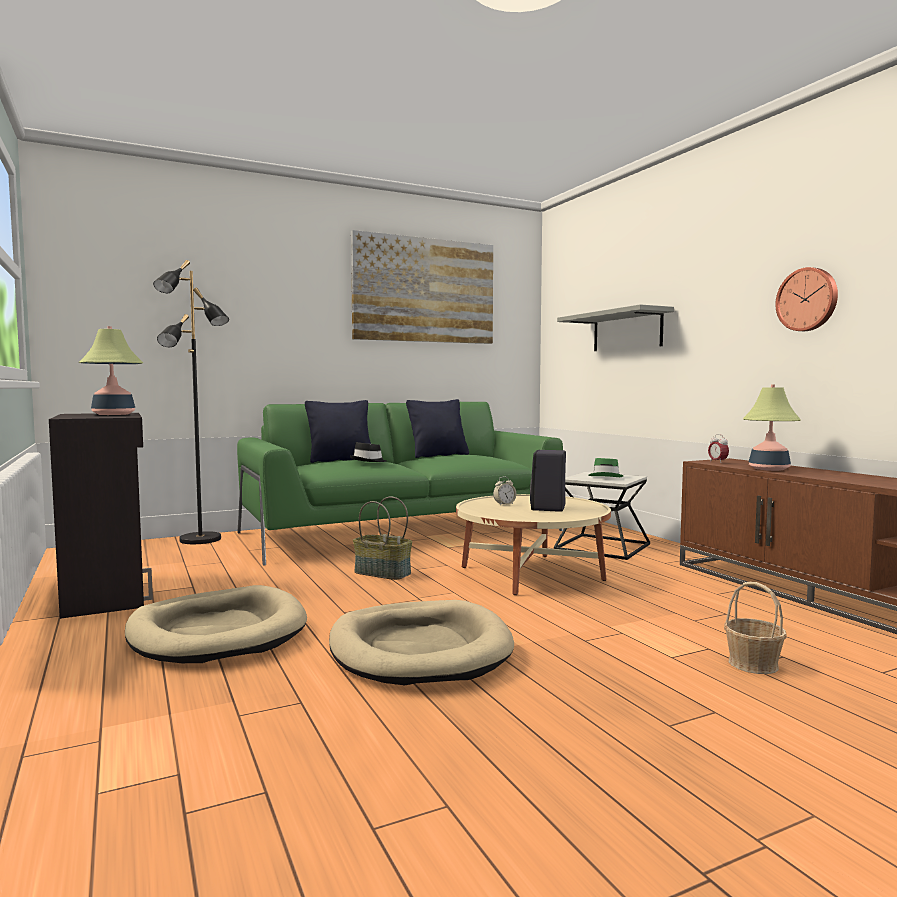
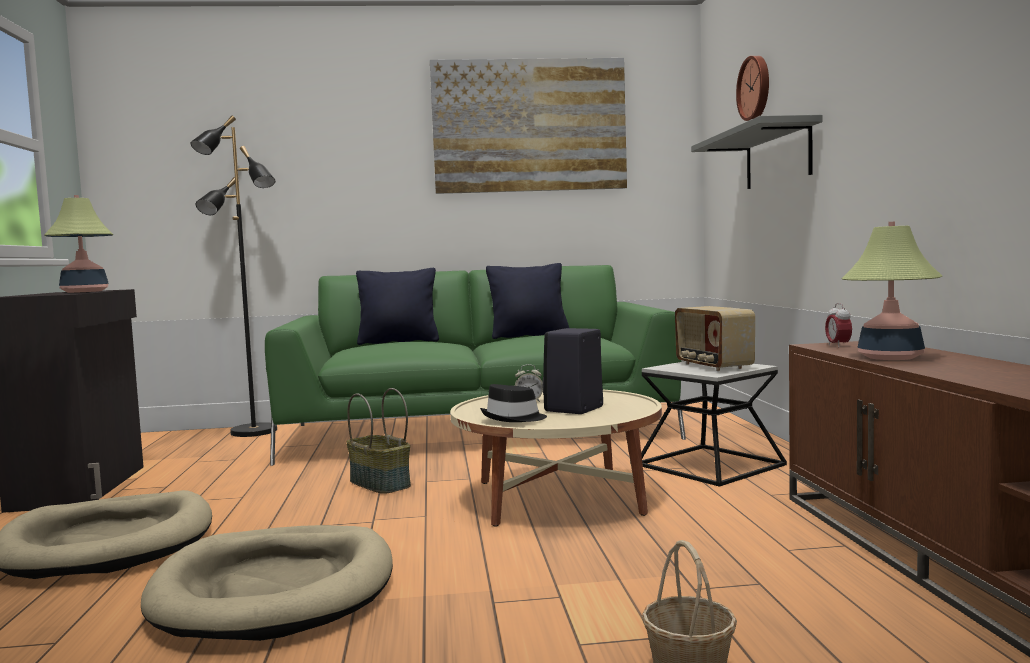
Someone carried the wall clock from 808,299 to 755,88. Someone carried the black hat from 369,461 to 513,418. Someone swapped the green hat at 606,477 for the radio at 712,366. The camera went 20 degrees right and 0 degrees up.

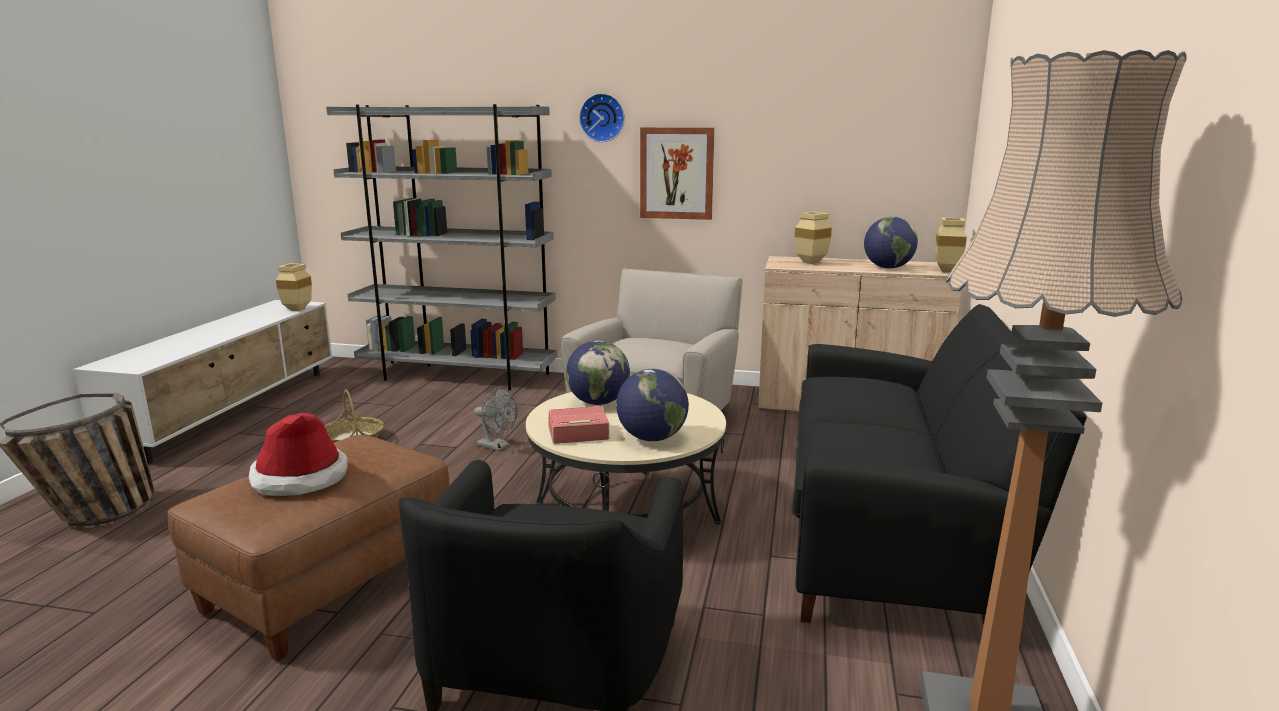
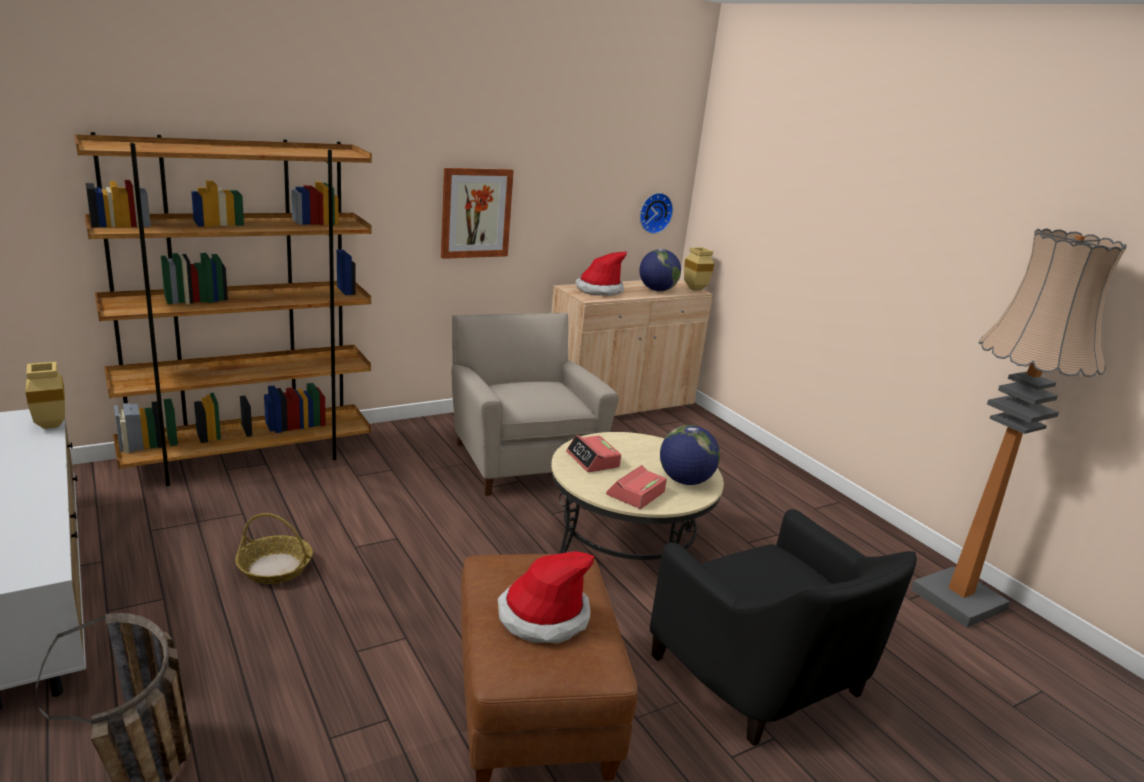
Someone carried the wall clock from 602,117 to 654,212. Someone repainted the grey bookcase at 458,376, which became the brown bookcase at 249,457. Someone swapped the beige vase at 811,262 for the hat at 599,290. Someone took away the black sofa at 892,538. Someone swapped the globe at 598,402 for the alarm clock at 593,460. Someone took away the grey fan at 497,446. The camera went 45 degrees left and 5 degrees up.

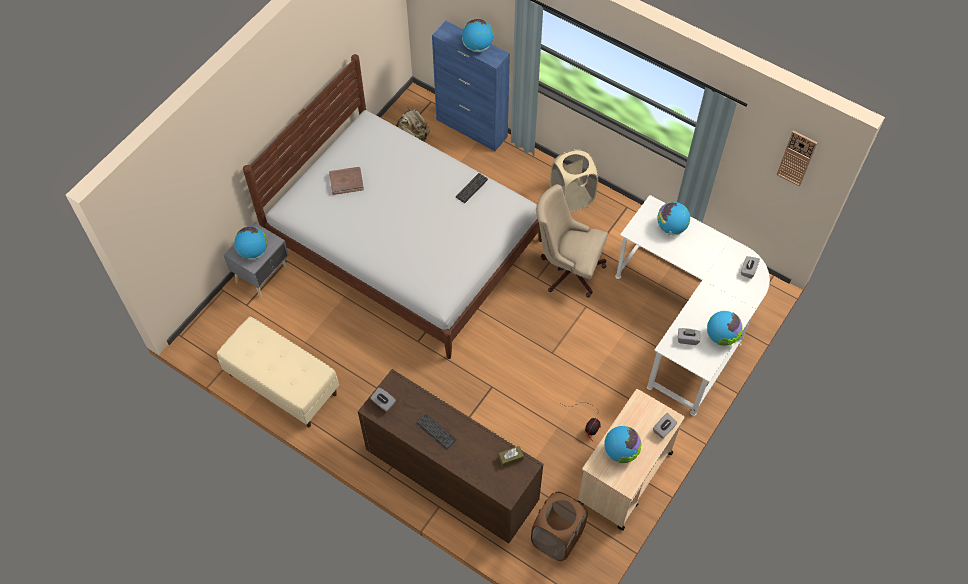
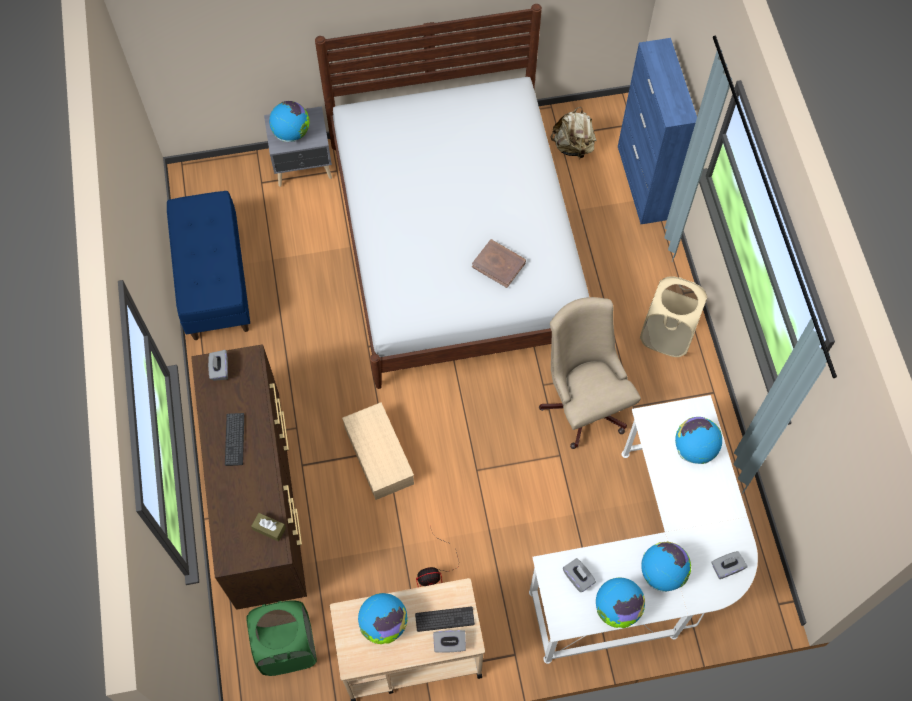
Someone carried the globe from 477,46 to 662,573. Someone took away the wall clock at 796,158. Someone carried the brown book from 346,181 to 499,264. Someone carried the keyboard from 471,188 to 444,619. Someone repainted the beige bench at 282,384, which became the blue bench at 214,280. Someone repainted the brown laundry basket at 557,537, which became the green laundry basket at 287,647. Someone put down the beige storage box at 377,455. The camera went 45 degrees right and 5 degrees up.

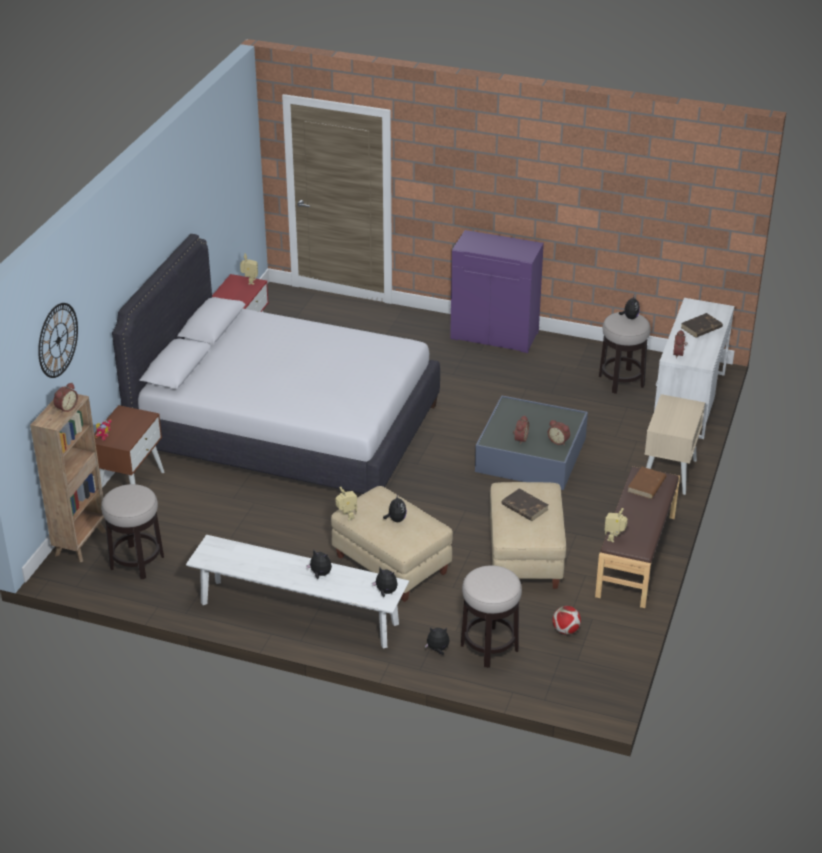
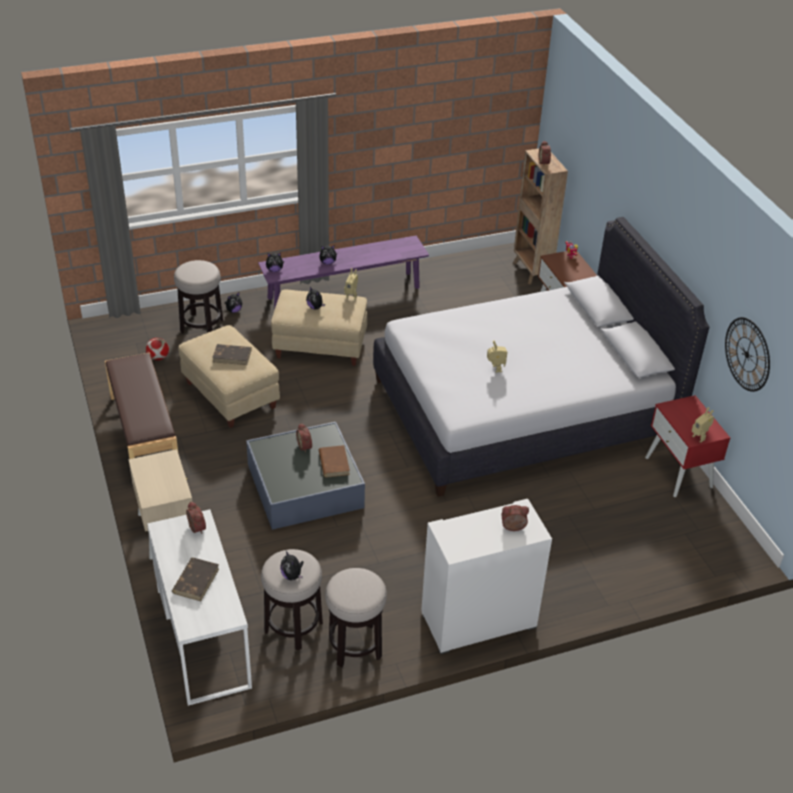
Someone repainted the purple cabinet at 495,335, which became the white cabinet at 478,621. Someone carried the wall clock from 58,340 to 747,354. Someone carried the alarm clock from 559,441 to 513,528. Someone carried the brown book from 646,485 to 334,463. Someone carried the stool from 137,562 to 355,645. Someone carried the toy robot from 614,538 to 495,369. Someone repainted the white bench at 299,613, which became the purple bench at 344,293. The camera went 140 degrees right and 5 degrees up.

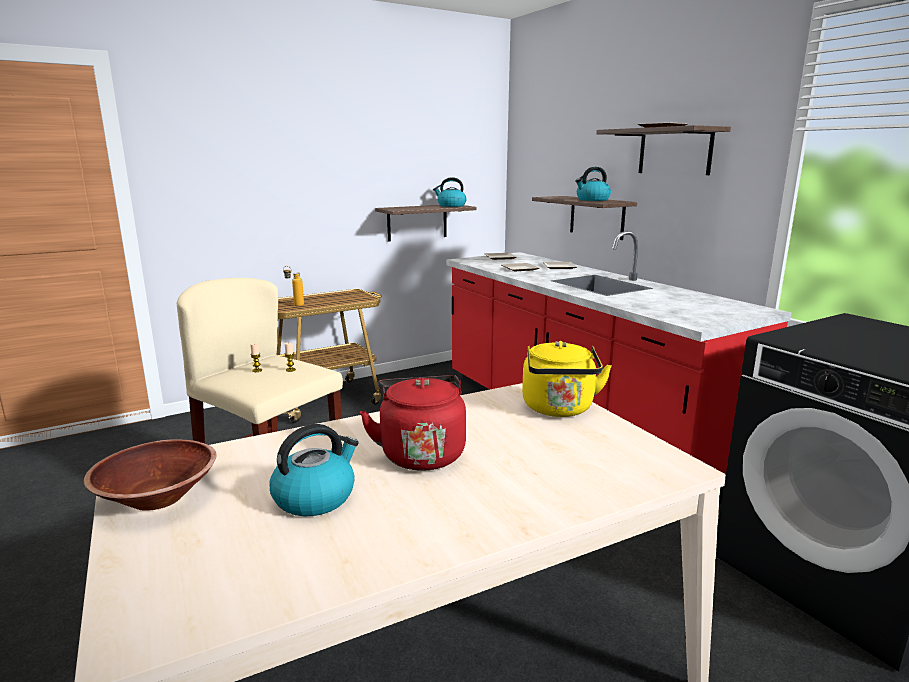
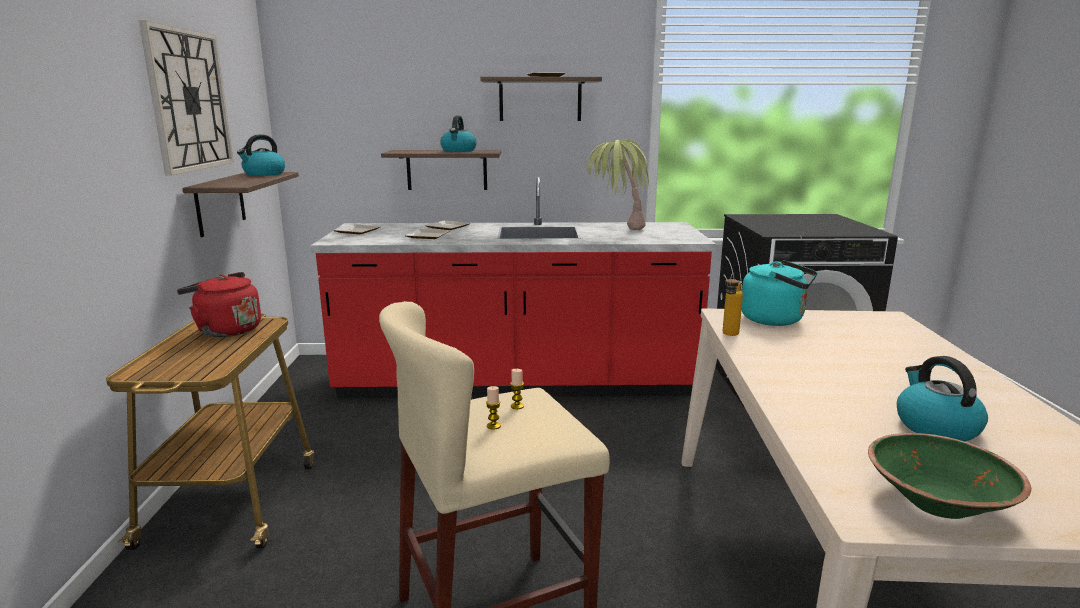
Someone carried the bottle from 295,305 to 728,335. Someone repainted the yellow kettle at 559,409, which became the turquoise kettle at 776,320. Someone carried the red kettle from 421,453 to 226,330. Someone repainted the brown bowl at 157,498, which became the green bowl at 938,503. Someone put up the wall clock at 189,100. Someone put down the potted plant at 616,231. The camera went 60 degrees left and 0 degrees up.

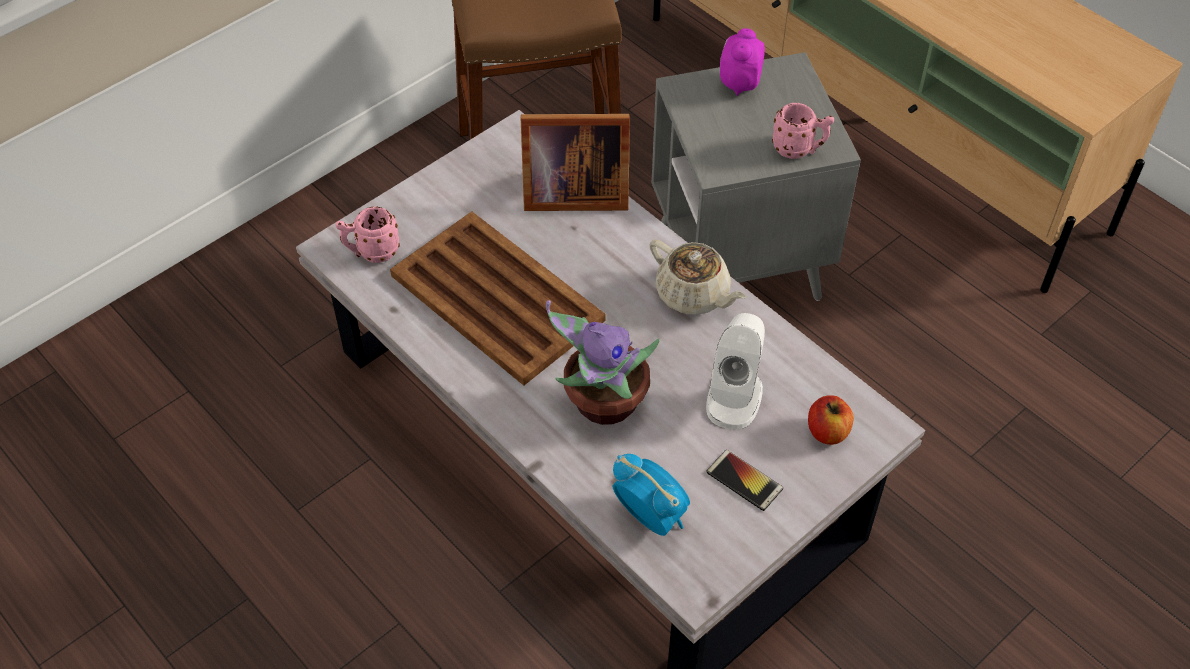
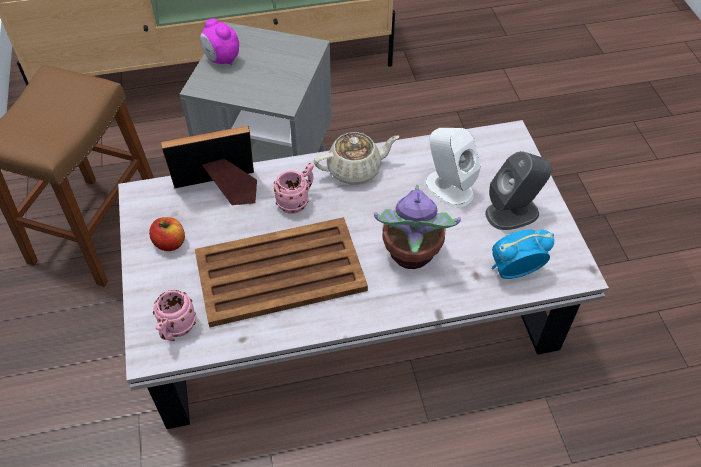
Someone carried the pink mug from 799,150 to 297,201. Someone rotated the picture frame at 571,192 by 135 degrees counterclockwise. Someone carried the apple from 827,432 to 170,243. Someone swapped the phone at 744,480 for the grey speaker at 513,213. The camera went 60 degrees left and 0 degrees up.

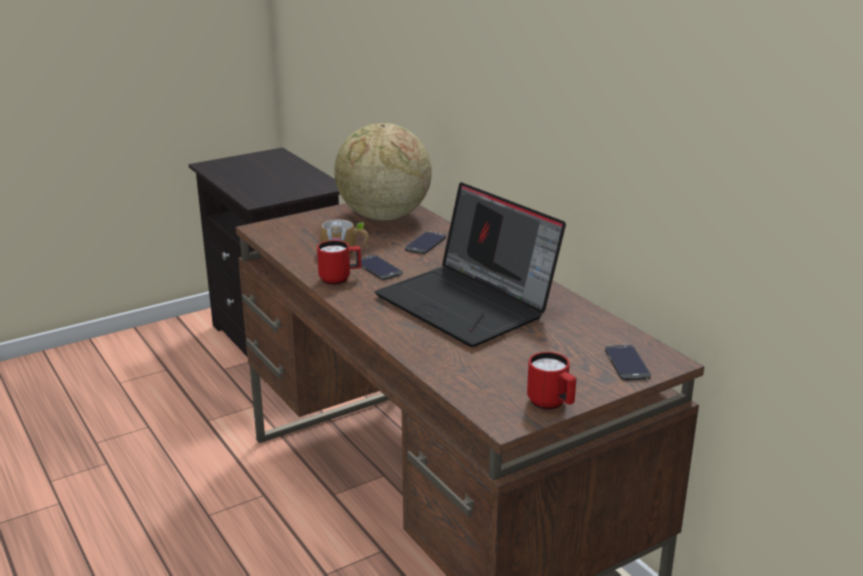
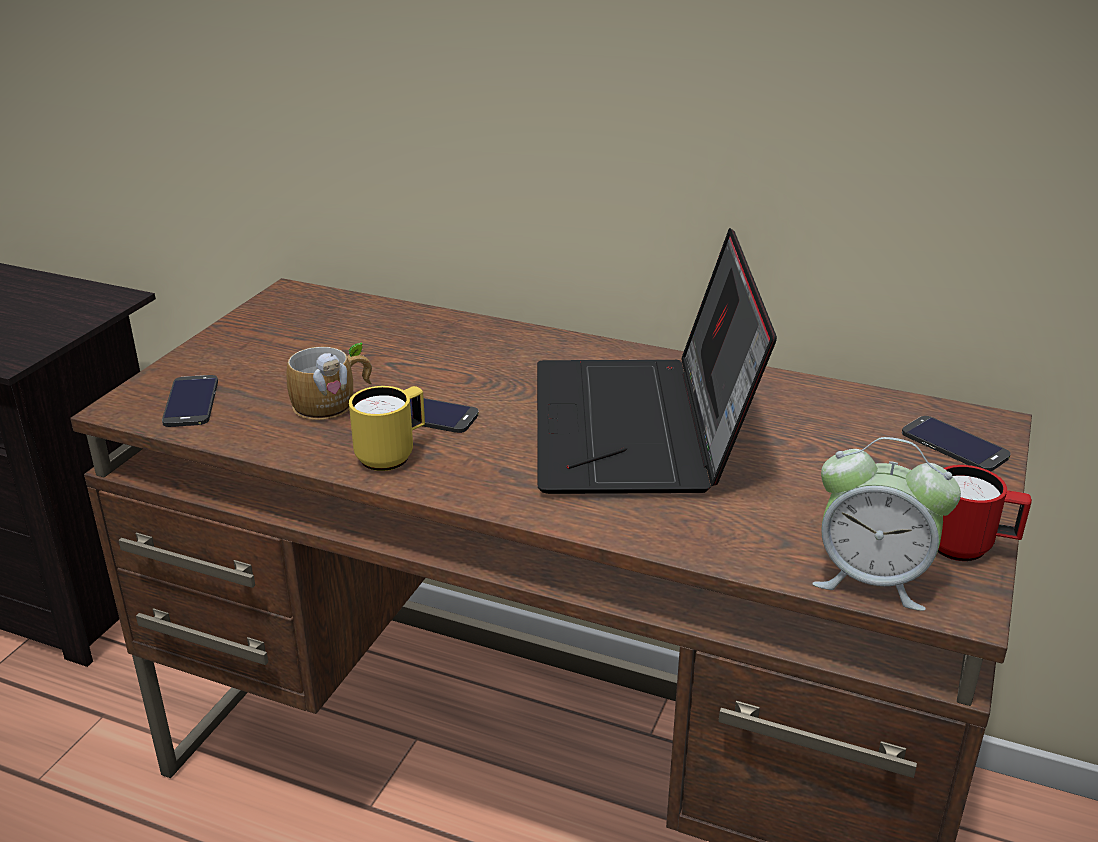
Someone took away the globe at 383,217. Someone rotated the laptop at 469,304 by 75 degrees clockwise. Someone carried the phone from 425,243 to 191,402. Someone repainted the red mug at 340,279, which became the yellow mug at 392,455. Someone put down the alarm clock at 872,580. The camera went 35 degrees left and 5 degrees up.

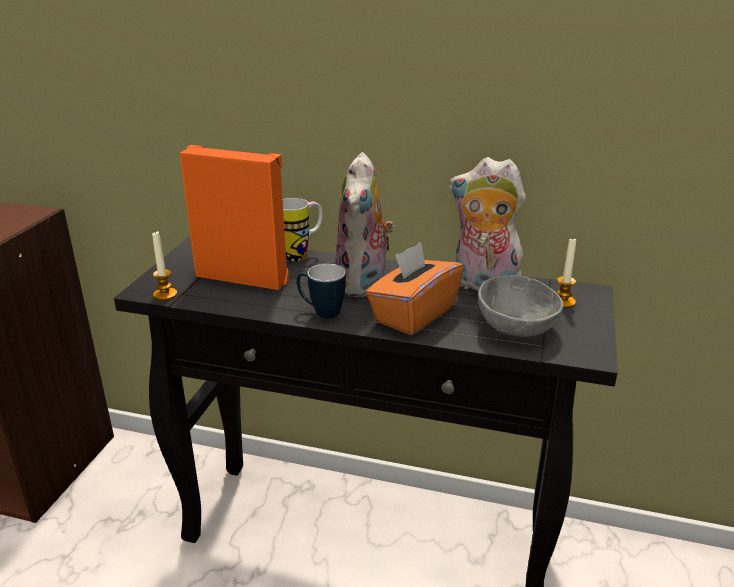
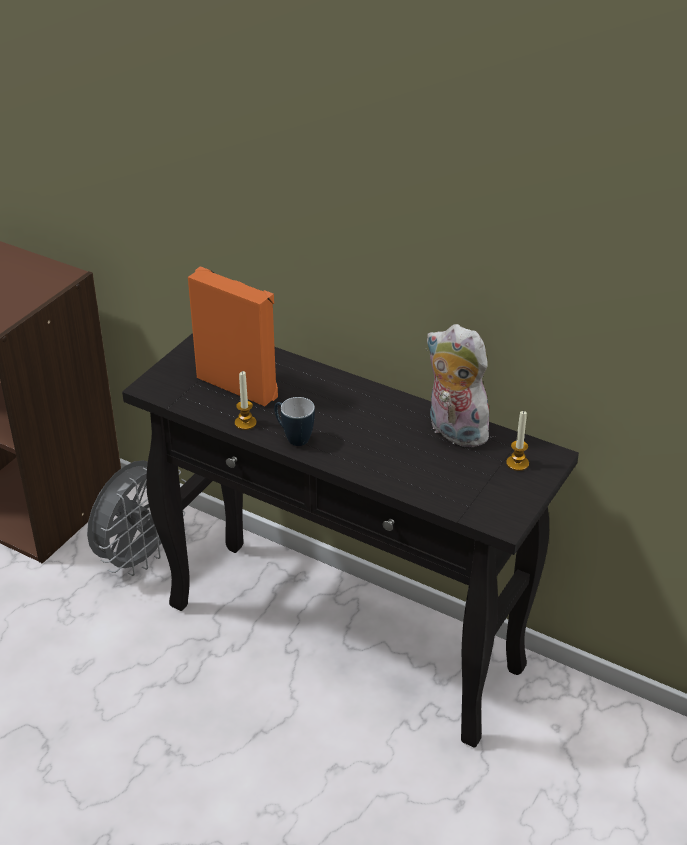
Someone took away the plush toy at 363,284. Someone took away the mug at 302,255. Someone carried the candle from 165,294 to 245,423. Someone took away the orange tissue box at 413,314. Someone took away the grey bowl at 518,327. Someone put down the grey fan at 140,557. The camera went 15 degrees right and 10 degrees up.

